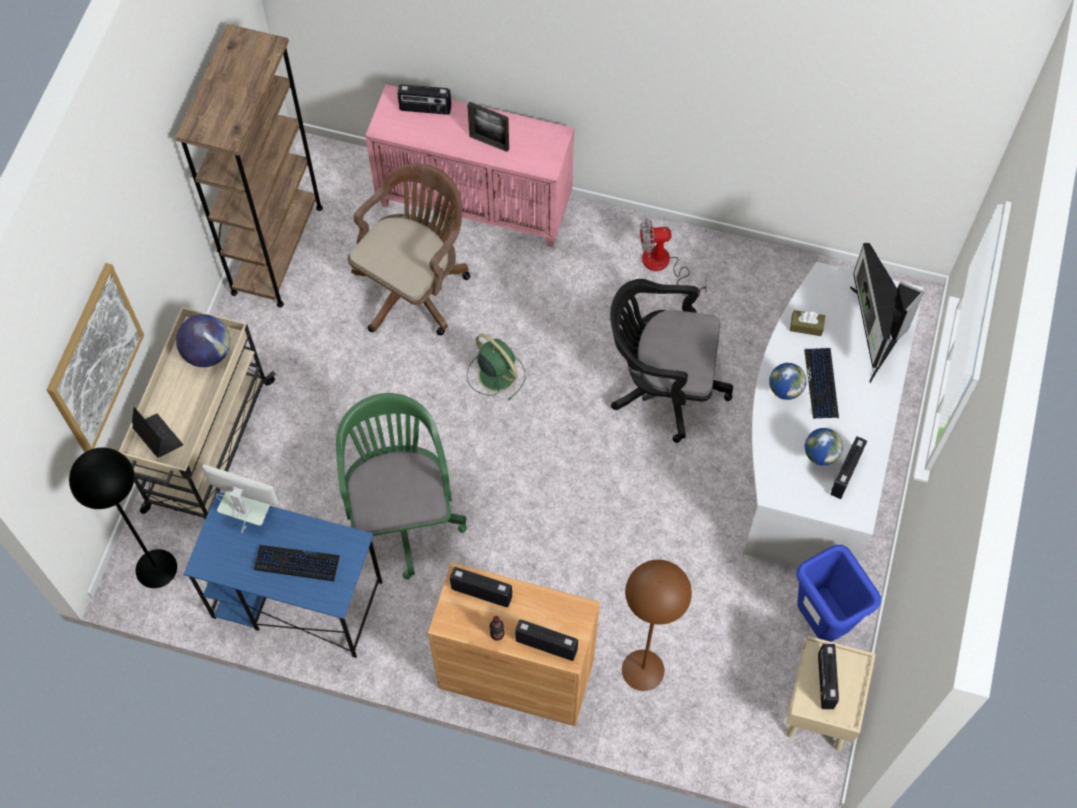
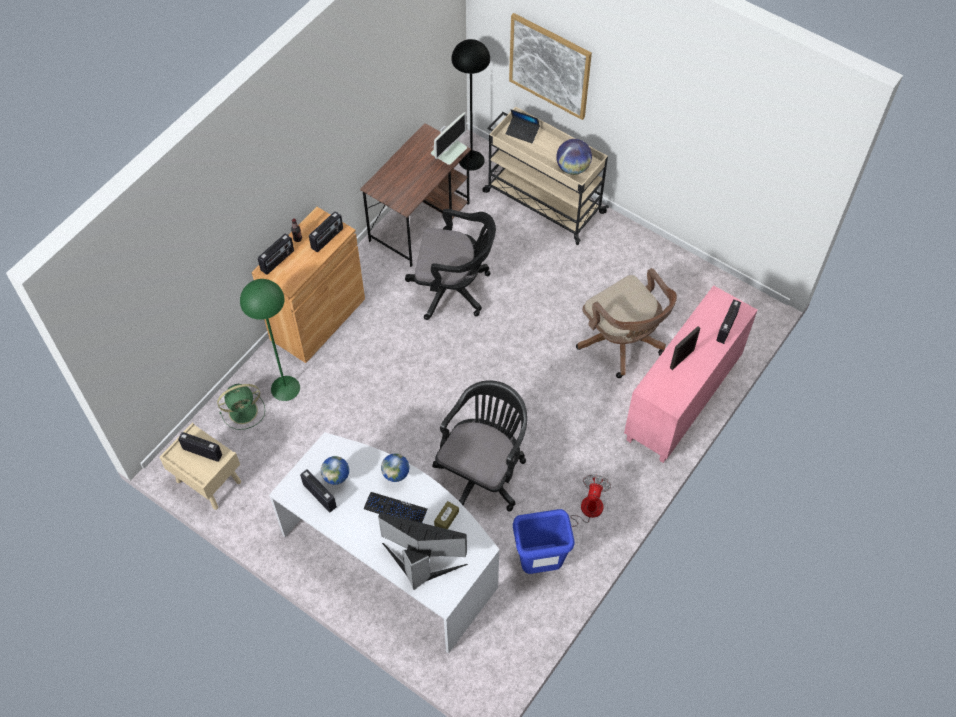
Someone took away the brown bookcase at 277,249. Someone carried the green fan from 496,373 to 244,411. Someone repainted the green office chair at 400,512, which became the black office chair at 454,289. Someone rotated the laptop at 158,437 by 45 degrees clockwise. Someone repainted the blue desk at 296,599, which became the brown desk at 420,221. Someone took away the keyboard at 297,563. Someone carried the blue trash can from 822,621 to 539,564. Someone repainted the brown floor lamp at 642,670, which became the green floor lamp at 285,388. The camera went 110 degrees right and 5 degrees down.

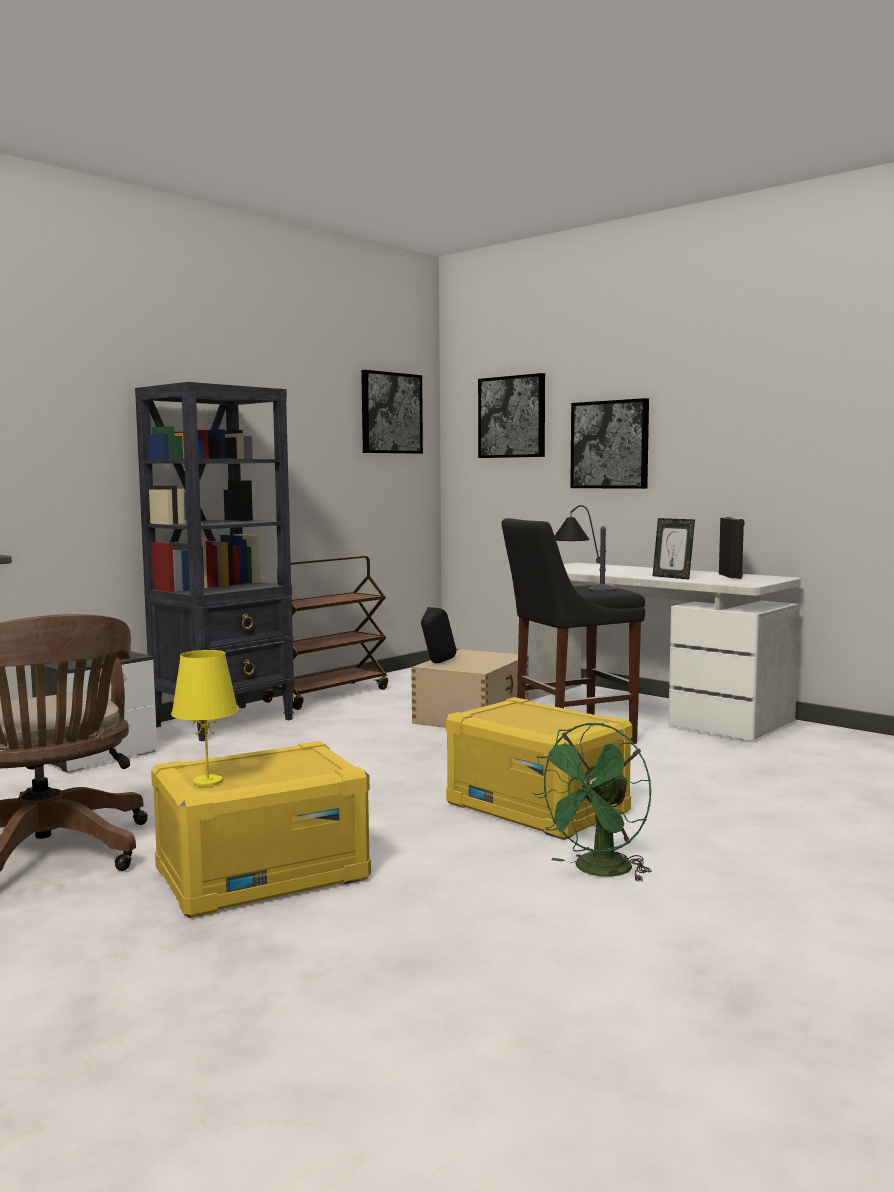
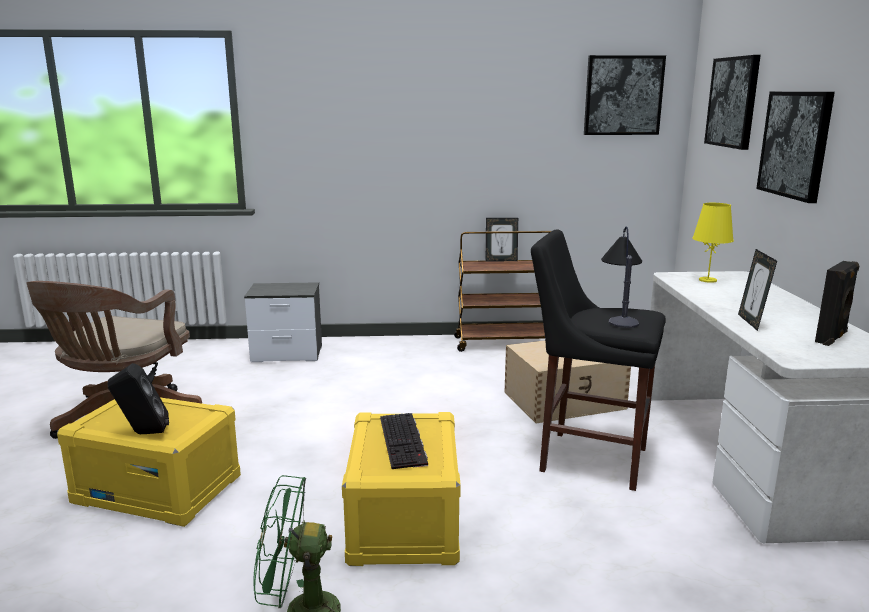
Someone took away the black bookcase at 225,722. Someone carried the black speaker from 436,663 to 142,433. Someone carried the yellow table lamp from 207,781 to 707,280. Someone put down the picture frame at 501,260. Someone put down the keyboard at 404,441. The camera went 45 degrees right and 10 degrees up.

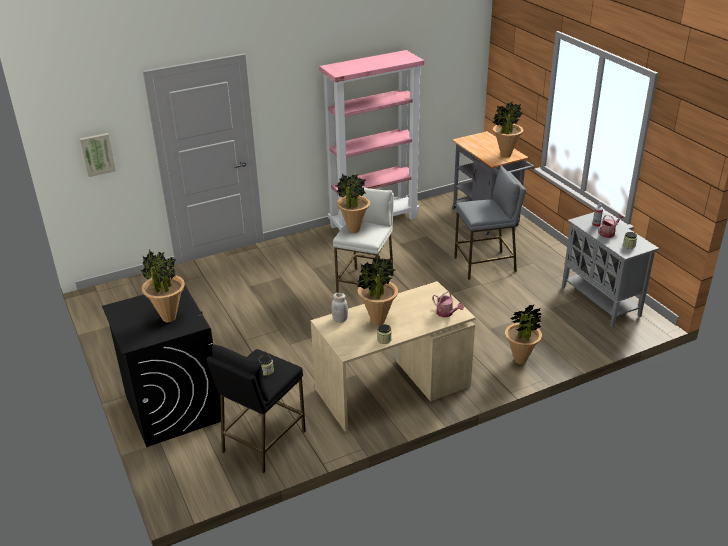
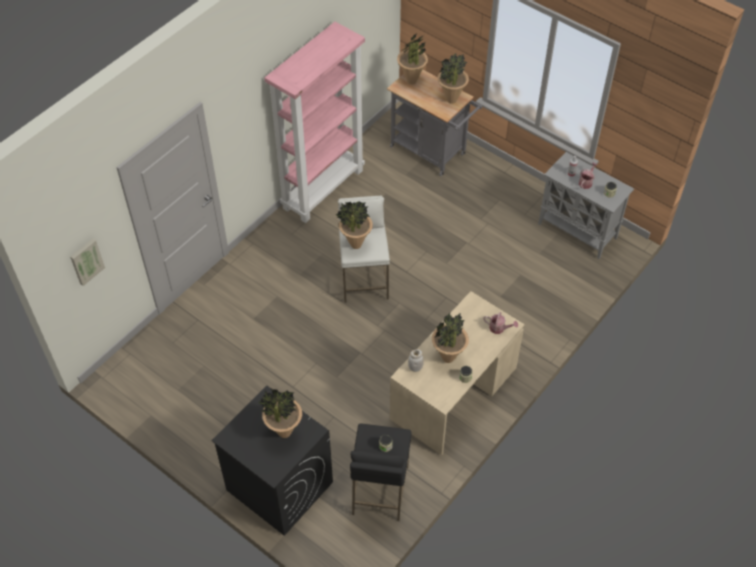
Someone took away the grey stool at 485,265. Someone carried the potted plant from 520,360 to 411,80. The camera went 25 degrees left and 20 degrees up.

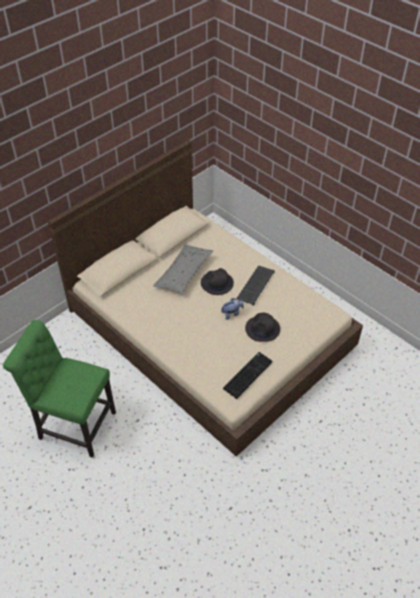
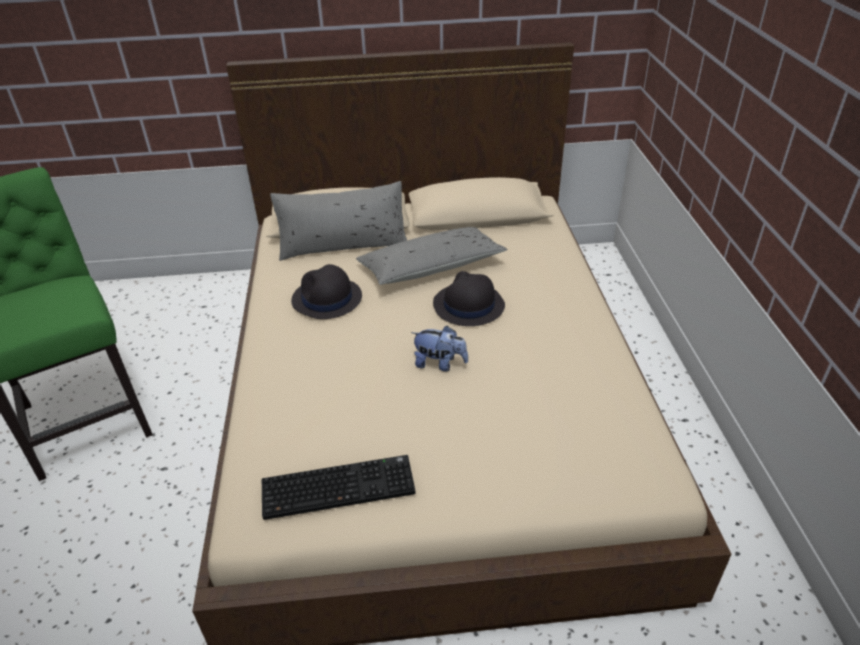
Someone took away the keyboard at 255,285. Someone carried the black hat from 262,329 to 327,299. Someone put down the grey pillow at 343,245. The camera went 40 degrees right and 10 degrees down.

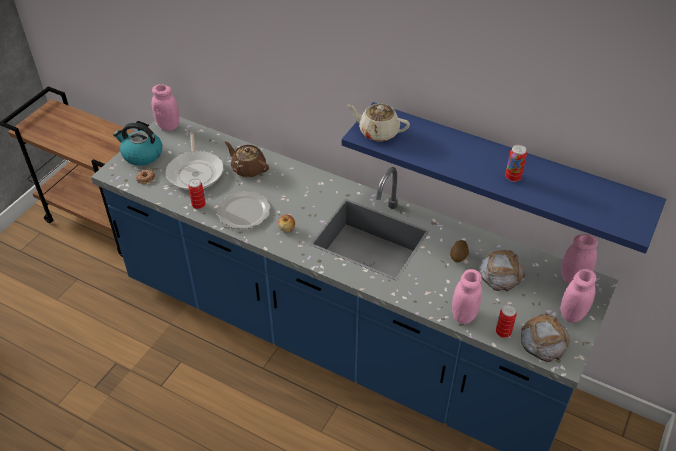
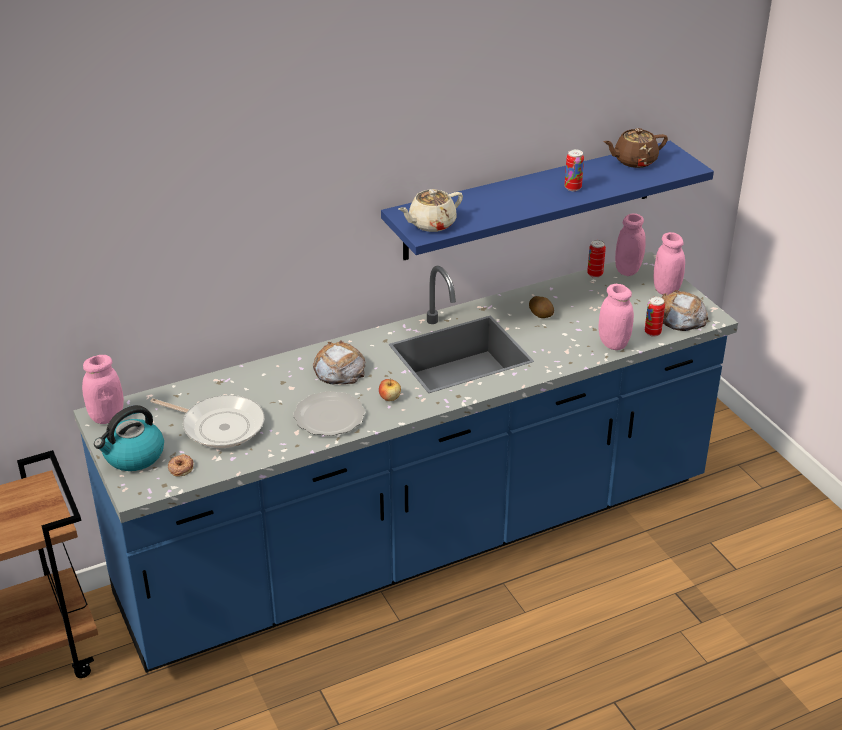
Someone carried the brown teapot from 248,168 to 634,161. Someone carried the can from 198,205 to 595,274. Someone carried the bread from 501,273 to 339,369. The camera went 55 degrees left and 10 degrees down.

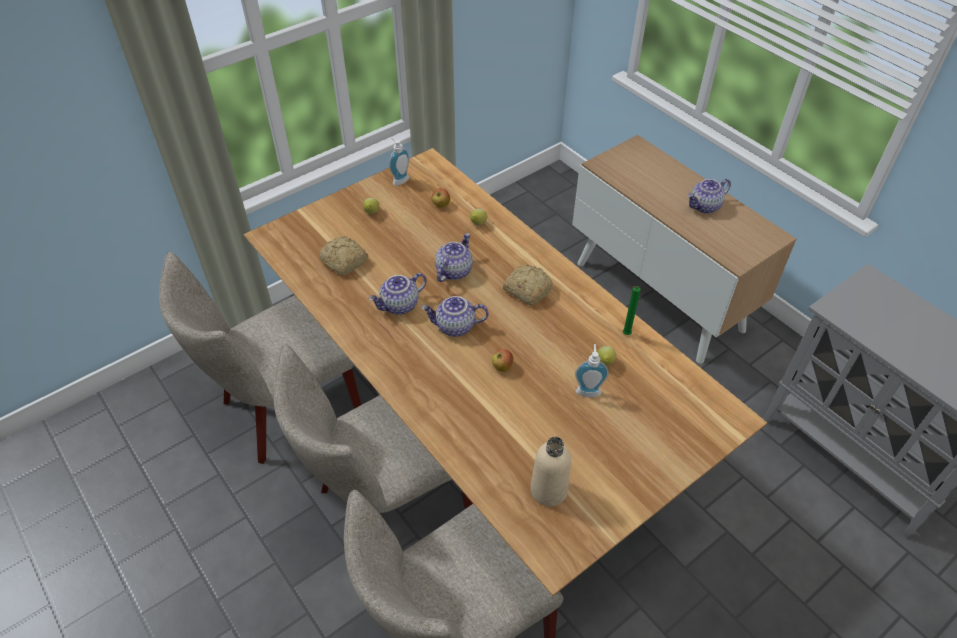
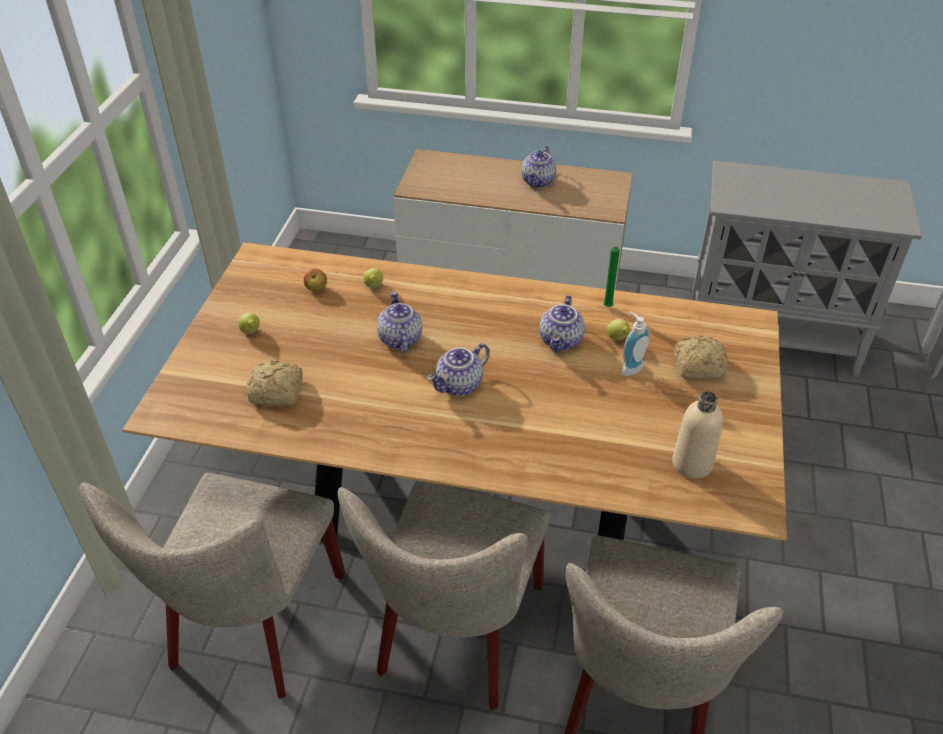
Someone took away the soap dispenser at 399,180. Someone carried the bread from 527,289 to 696,366. Someone carried the teapot from 400,306 to 561,341. Someone took away the apple at 502,367. The camera went 40 degrees left and 5 degrees down.

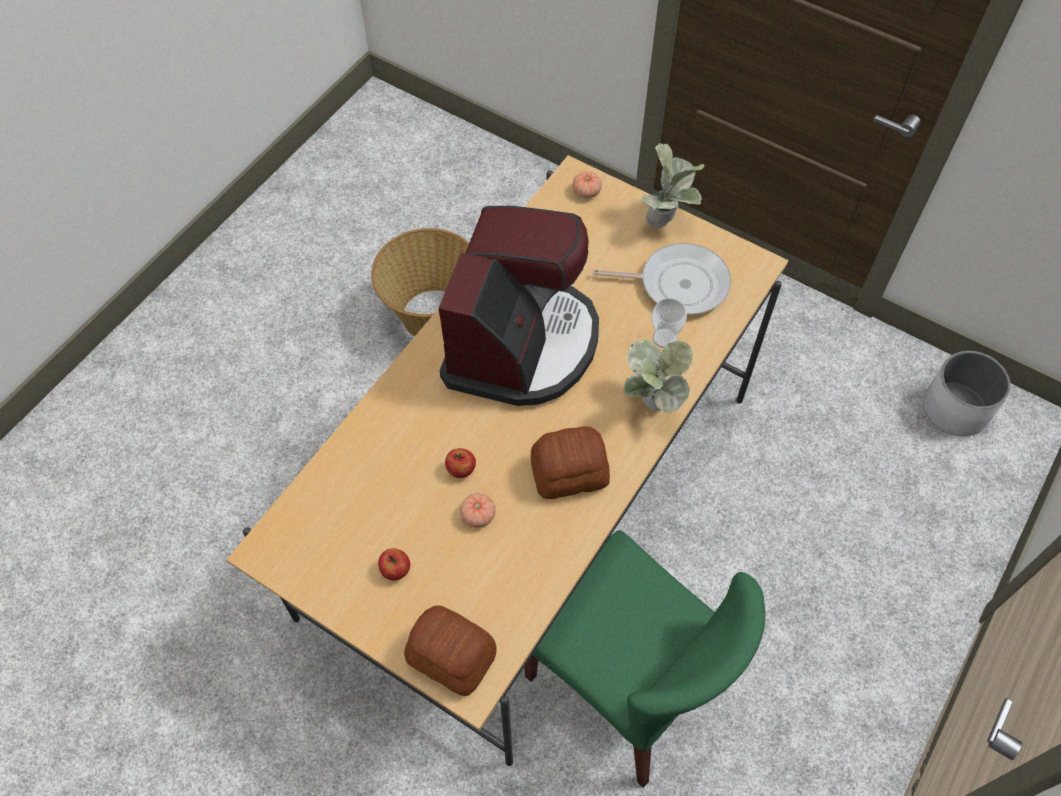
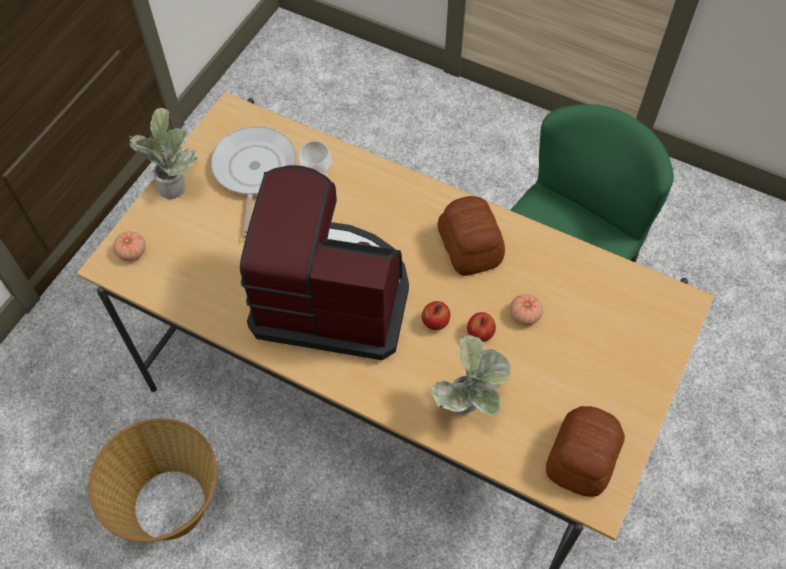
Someone carried the potted plant from 650,407 to 469,407. Someone took away the white planter at 954,409. Someone carried the apple from 396,570 to 435,322. Someone carried the bread from 451,658 to 583,458. The camera went 95 degrees left and 0 degrees up.

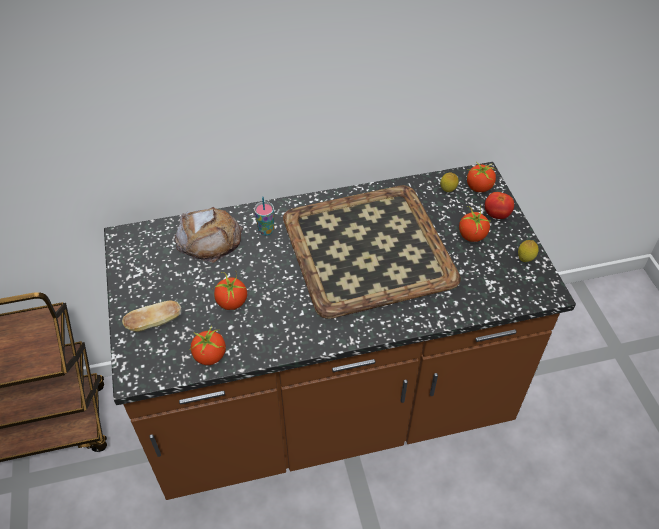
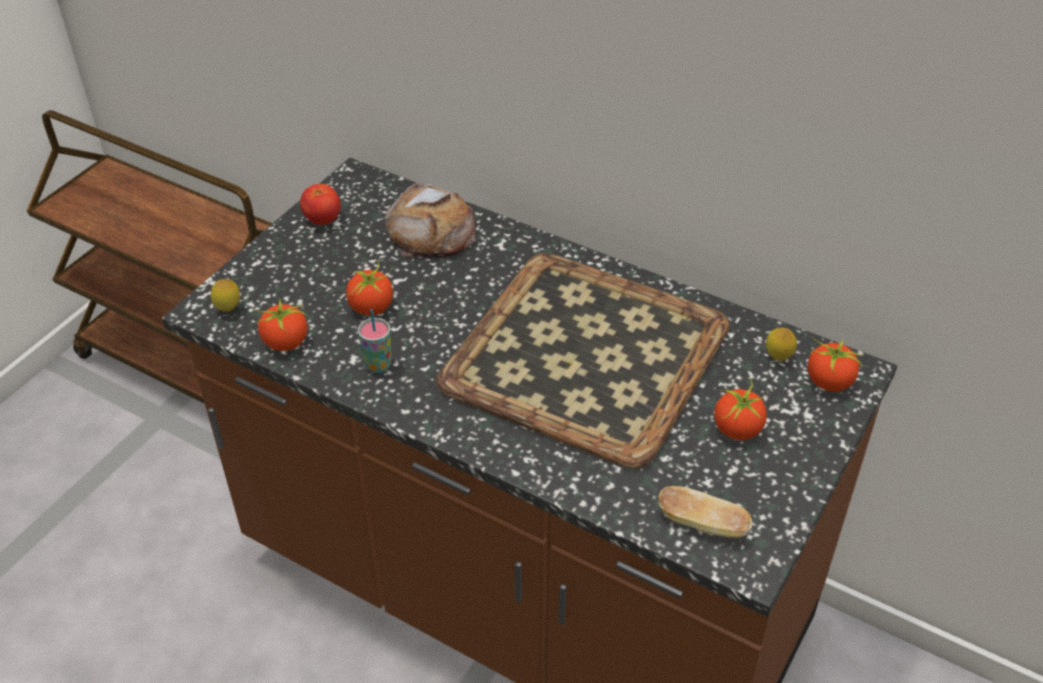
Someone carried the tomato from 496,214 to 322,219. Someone carried the cup from 266,230 to 378,365. Someone carried the lemon from 525,259 to 229,310. Someone carried the bread from 154,323 to 702,524. The camera went 45 degrees right and 5 degrees down.

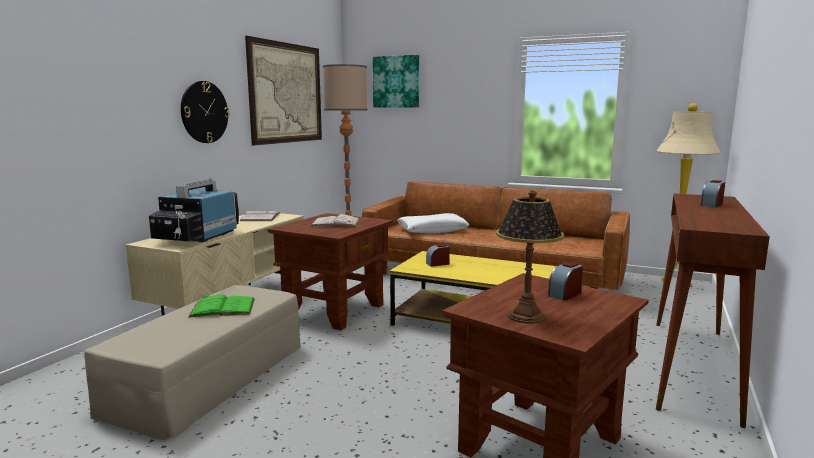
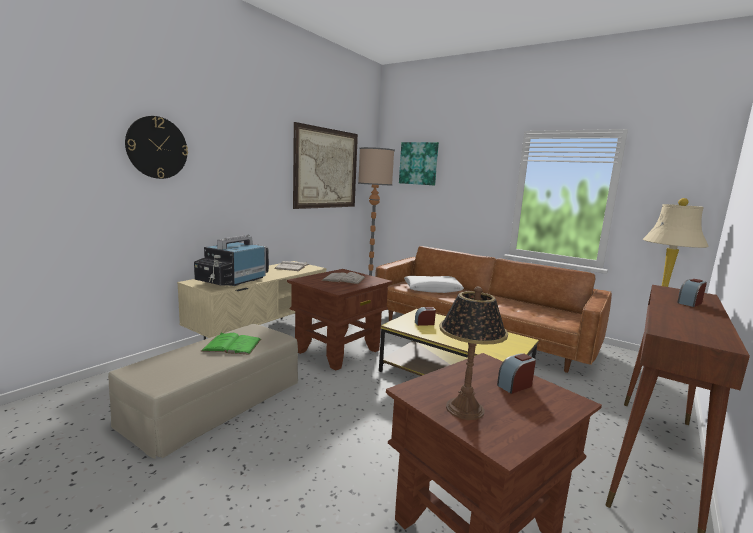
Someone carried the wall clock from 204,112 to 157,147. The camera went 10 degrees right and 0 degrees up.

